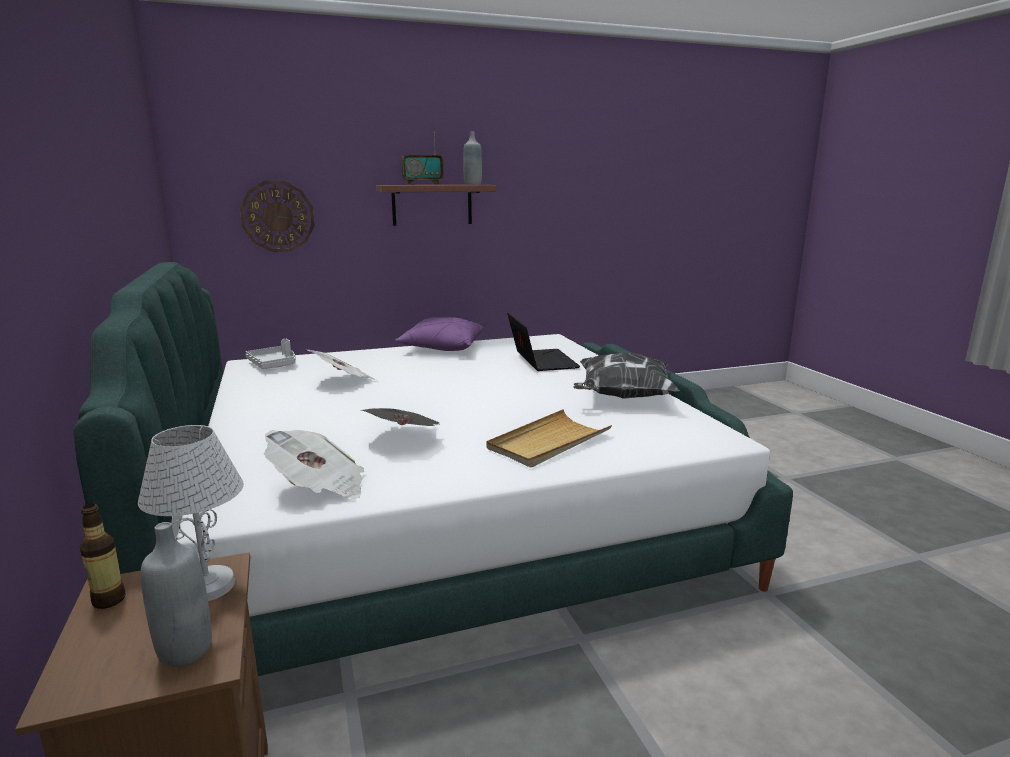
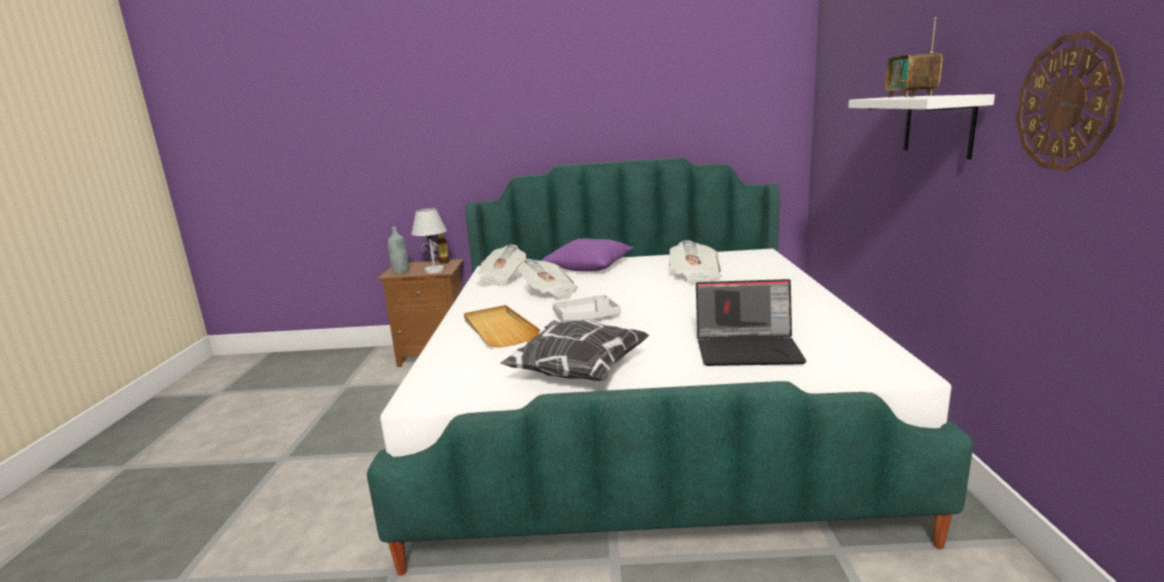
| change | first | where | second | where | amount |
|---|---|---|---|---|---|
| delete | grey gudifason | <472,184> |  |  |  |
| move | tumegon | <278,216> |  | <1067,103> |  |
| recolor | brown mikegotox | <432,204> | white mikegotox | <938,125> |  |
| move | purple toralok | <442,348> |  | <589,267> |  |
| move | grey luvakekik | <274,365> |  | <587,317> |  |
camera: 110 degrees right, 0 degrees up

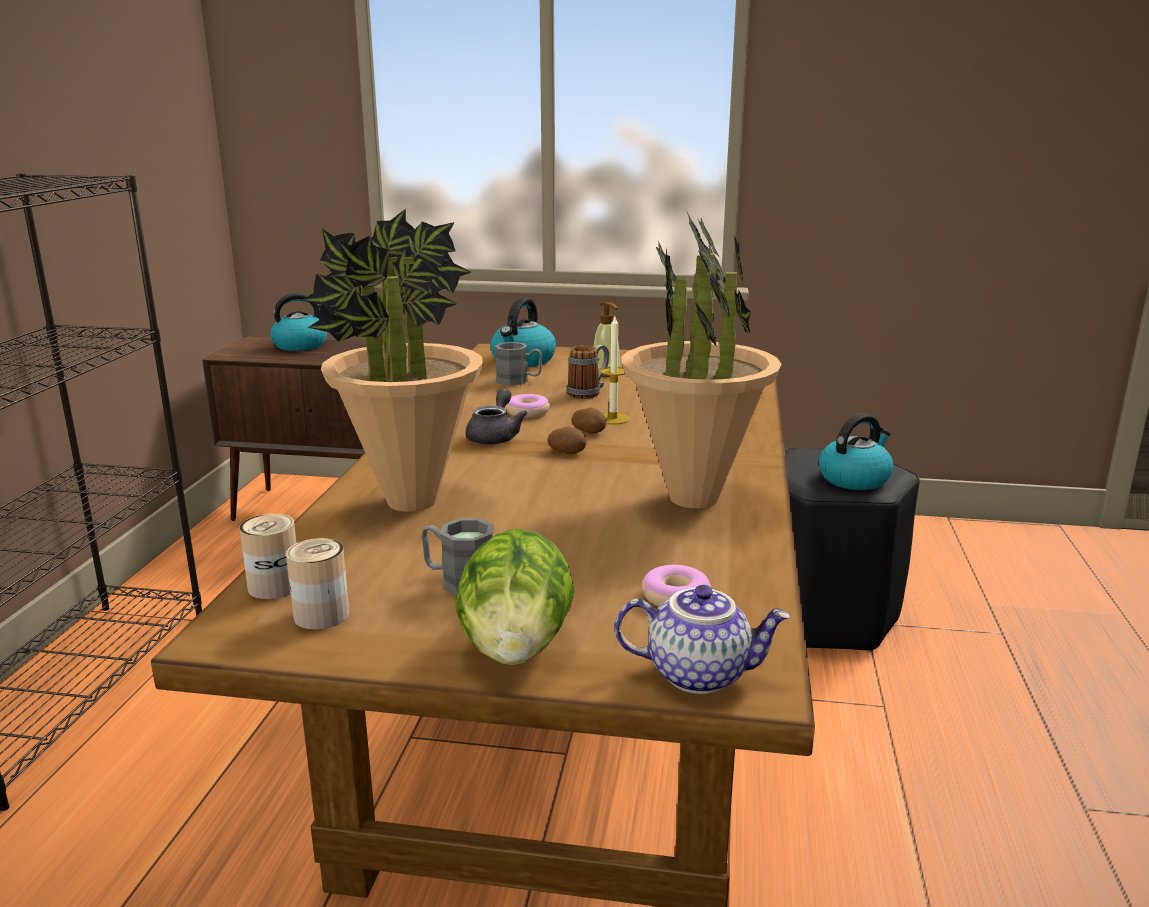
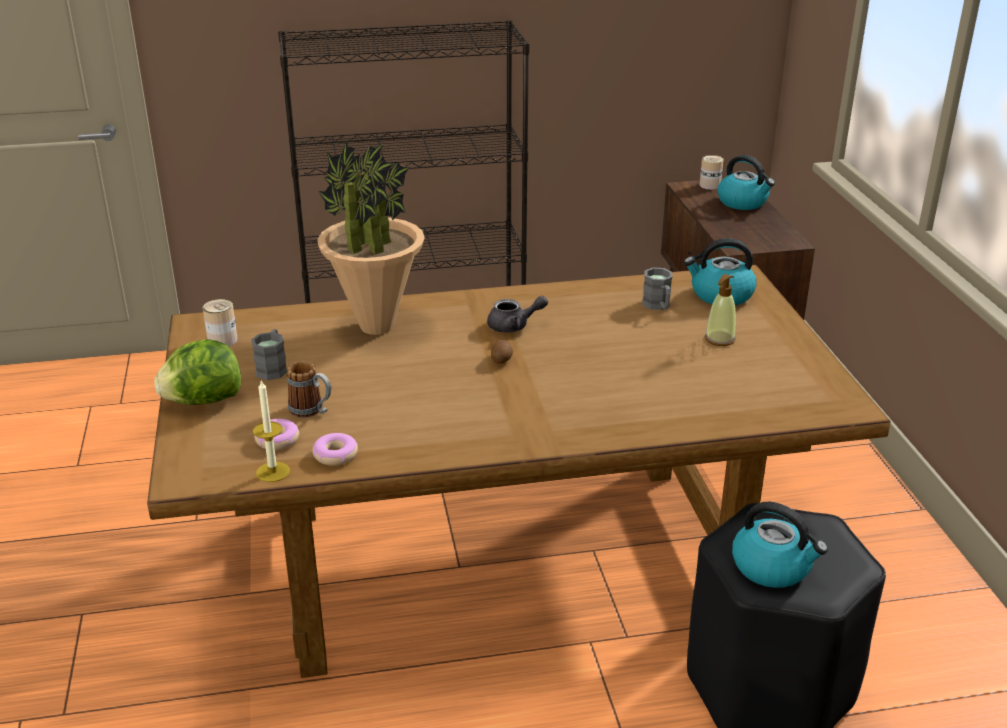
| change | first | where | second | where | amount |
|---|---|---|---|---|---|
| delete | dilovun | <694,499> |  |  |  |
| move | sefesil | <613,419> |  | <273,472> |  |
| move | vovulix | <589,392> |  | <312,411> |  |
| move | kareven | <527,412> |  | <335,455> |  |
| delete | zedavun | <589,431> |  |  |  |
| move | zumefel | <274,586> |  | <710,185> |  |
| delete | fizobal | <699,673> |  |  |  |
camera: 70 degrees right, 10 degrees up

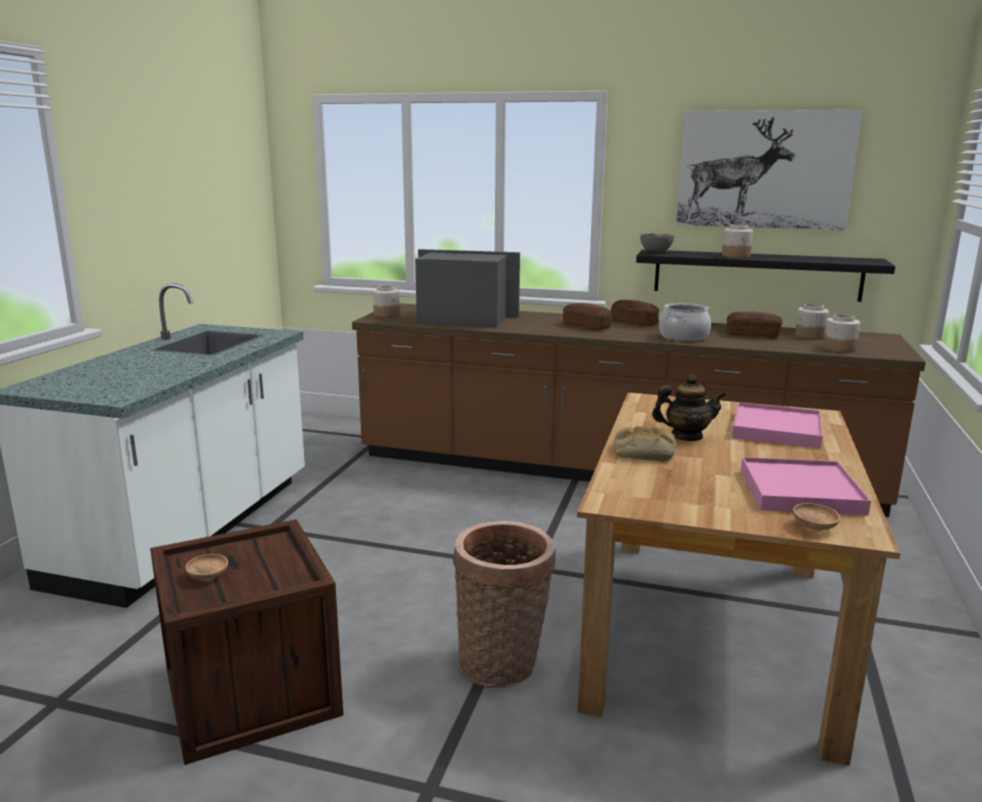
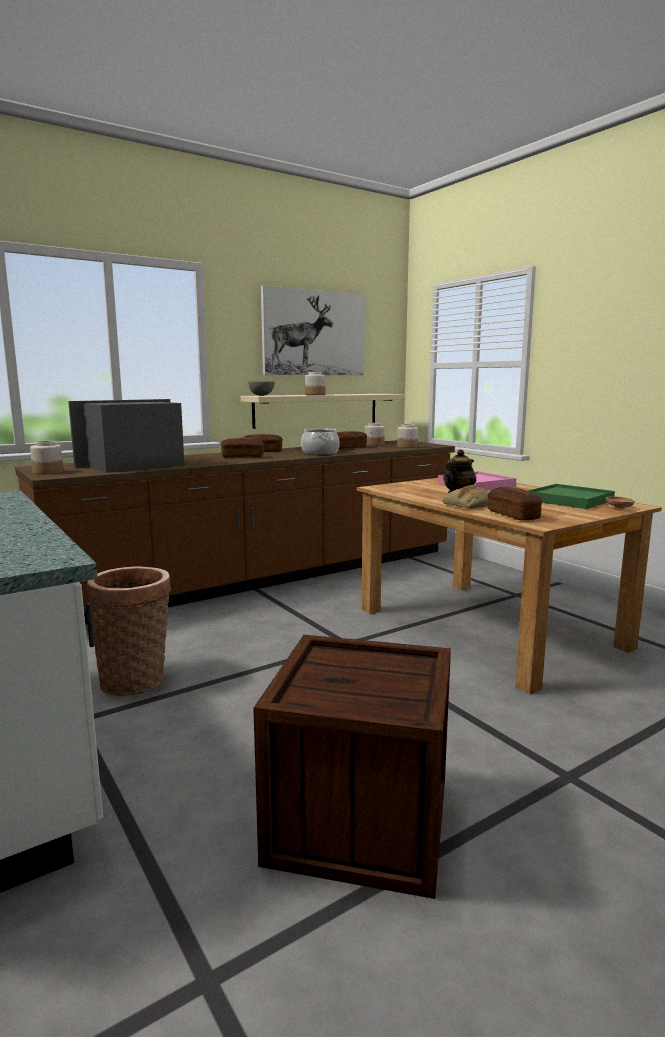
| change | first | where | second | where | amount |
|---|---|---|---|---|---|
| recolor | black mikegotox | <756,275> | beige mikegotox | <317,410> |  |
| recolor | pink luvakekik | <800,491> | green luvakekik | <569,500> |  |
| move | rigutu | <503,664> |  | <136,679> |  |
| delete | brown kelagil | <208,577> |  |  |  |
| insert |  |  | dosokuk | <513,515> |  |
camera: 50 degrees left, 5 degrees down

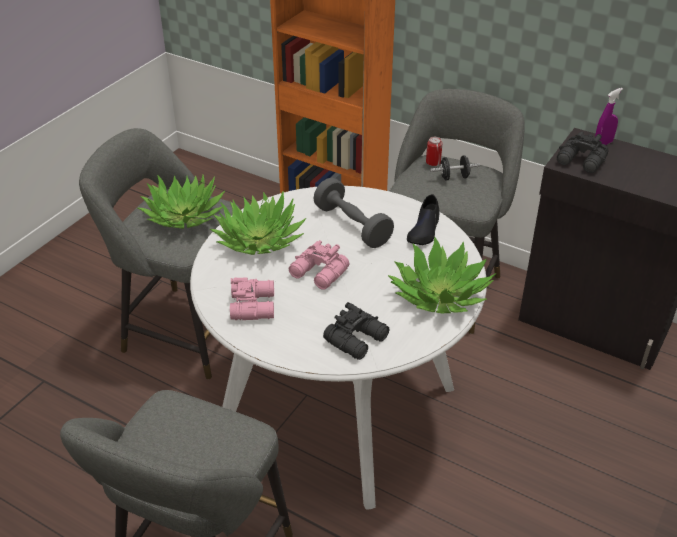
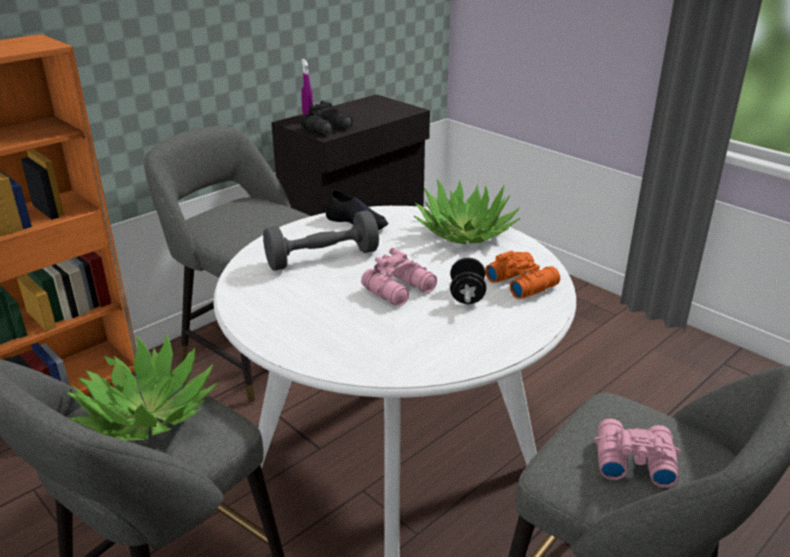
| change | first | where | second | where | amount |
|---|---|---|---|---|---|
| delete | zumefel | <433,163> |  |  |  |
| move | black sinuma | <454,177> |  | <467,295> |  |
| delete | dilovun | <259,239> |  |  |  |
| move | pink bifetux | <254,305> |  | <632,460> |  |
| recolor | black bifetux | <358,339> | orange bifetux | <521,282> |  |
camera: 75 degrees left, 10 degrees down

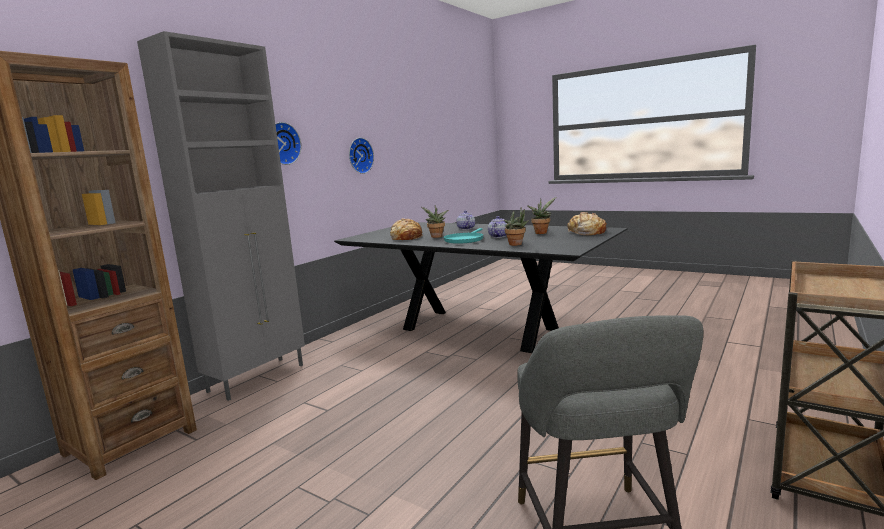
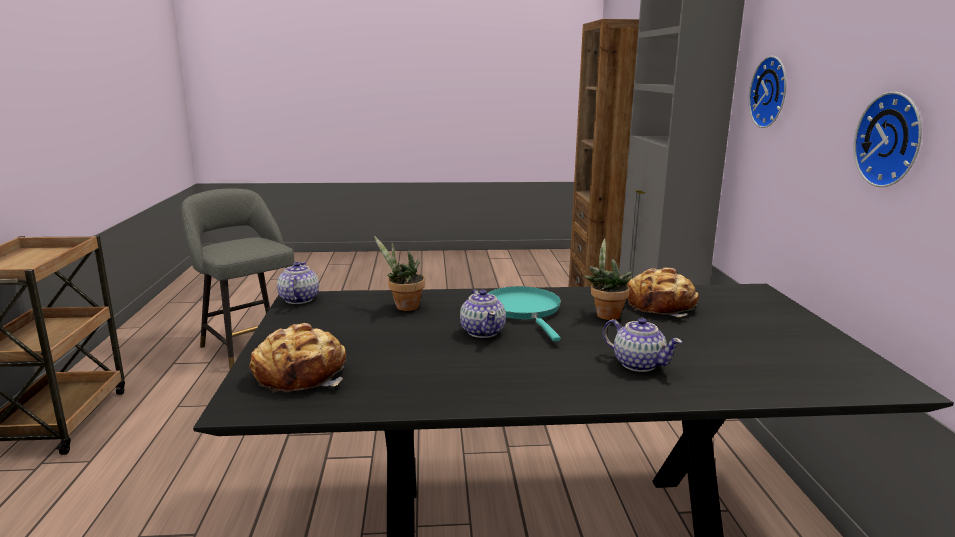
| change | first | where | second | where | amount |
|---|---|---|---|---|---|
| delete | dilovun | <541,232> |  |  |  |
| insert |  |  | fizobal | <298,299> |  |
camera: 140 degrees right, 5 degrees up

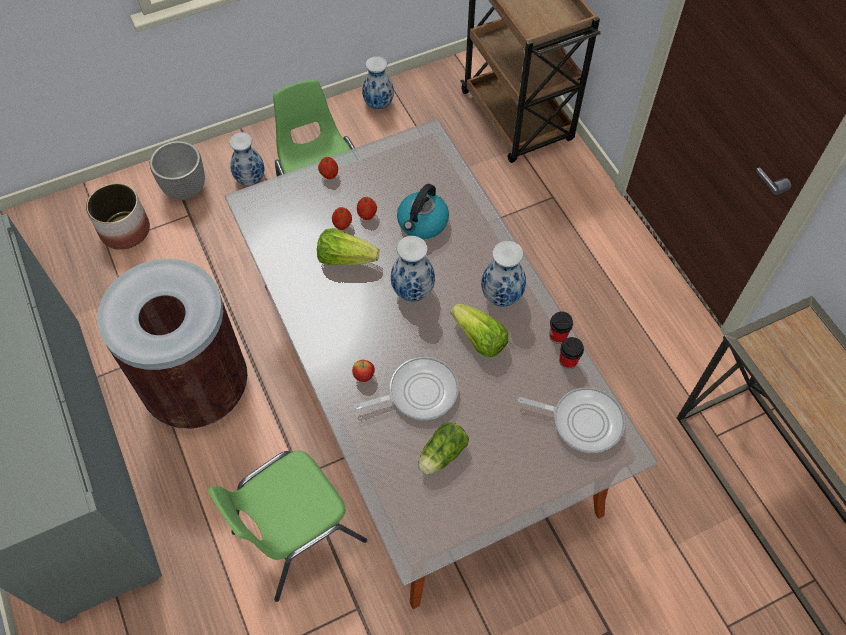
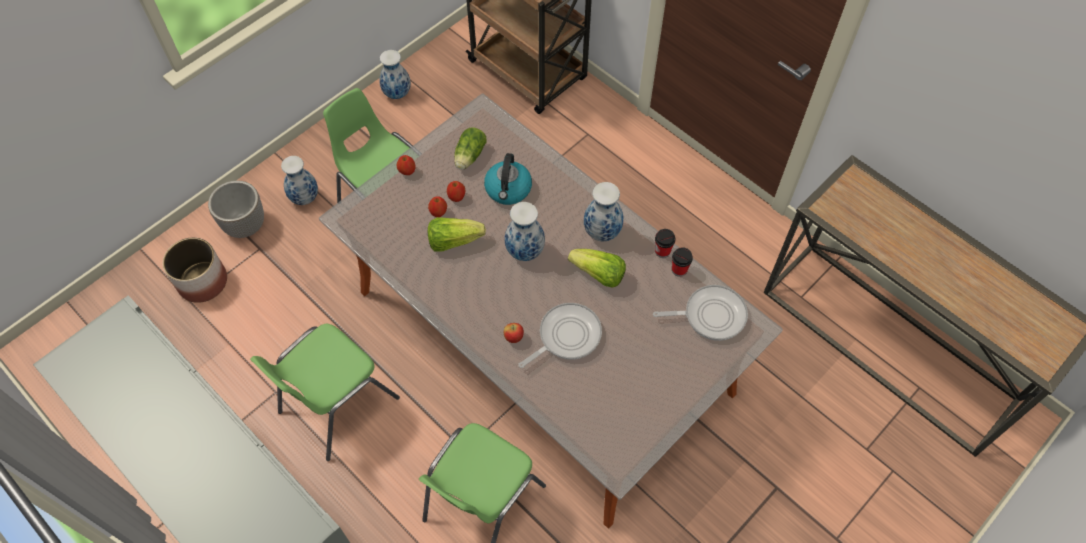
| change | first | where | second | where | amount |
|---|---|---|---|---|---|
| replace | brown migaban | <198,388> | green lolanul | <336,404> |  |
| move | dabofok | <441,455> |  | <469,157> |  |
camera: 20 degrees left, 0 degrees up

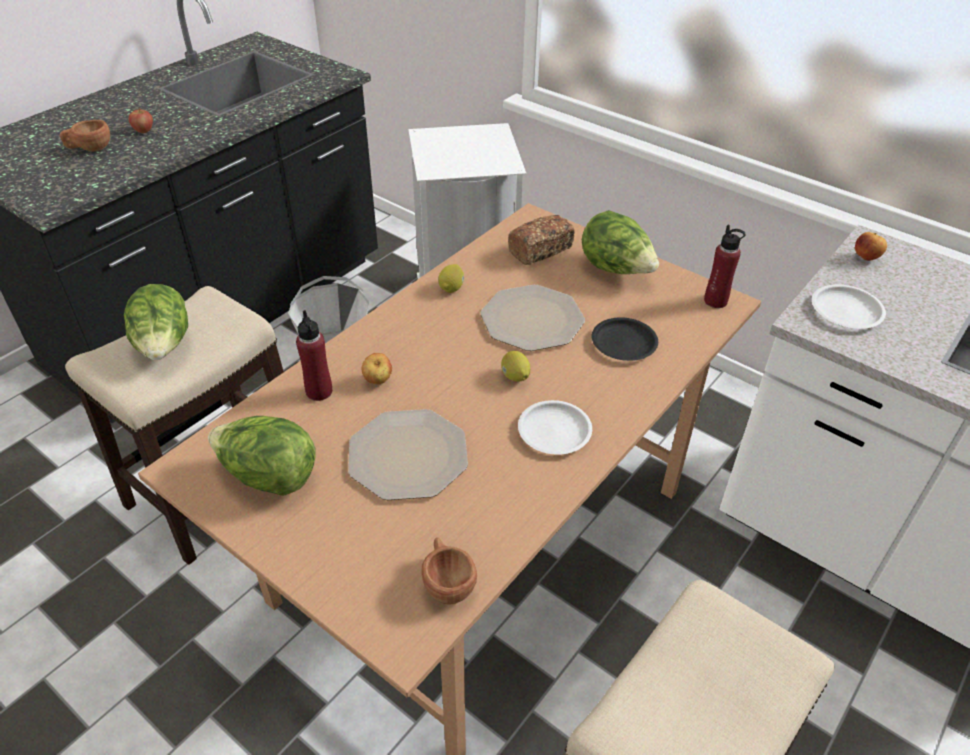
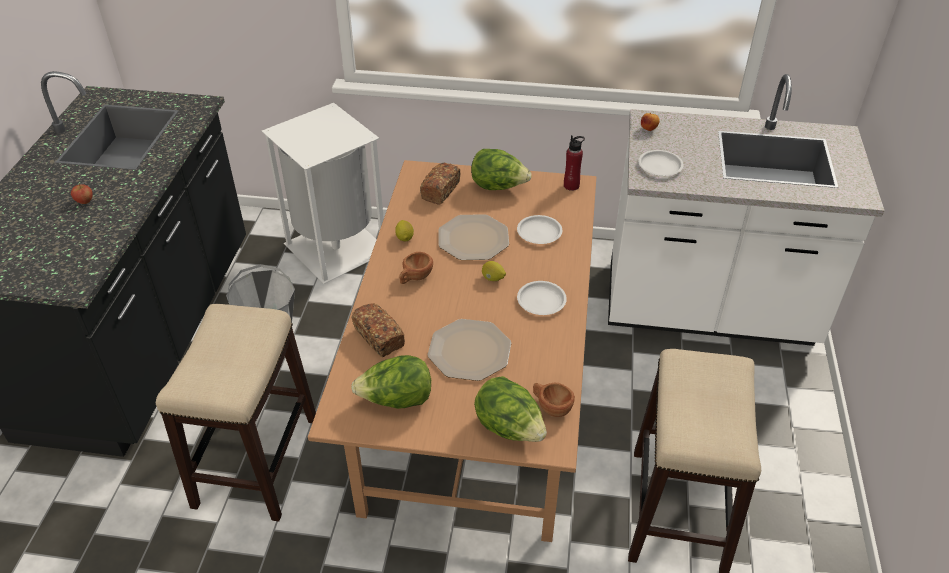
| change | first | where | second | where | amount |
|---|---|---|---|---|---|
| move | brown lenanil | <90,149> |  | <415,278> |  |
| move | dabofok | <165,347> |  | <509,428> |  |
| replace | red gudifason | <319,391> | dosokuk | <379,337> |  |
| recolor | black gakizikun | <624,343> | white gakizikun | <539,232> |  |
| delete | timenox | <378,381> |  |  |  |
camera: 30 degrees left, 0 degrees up

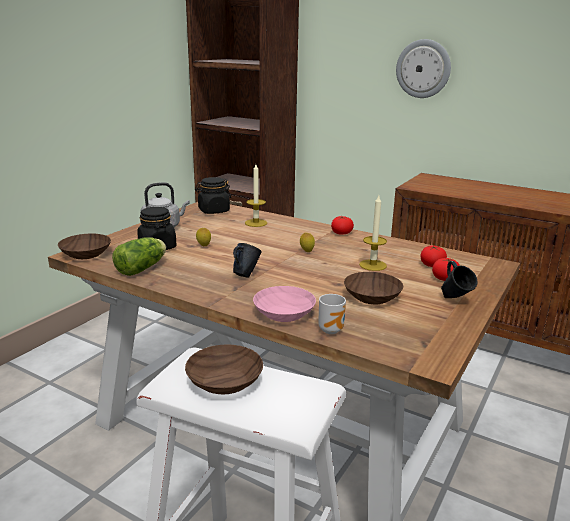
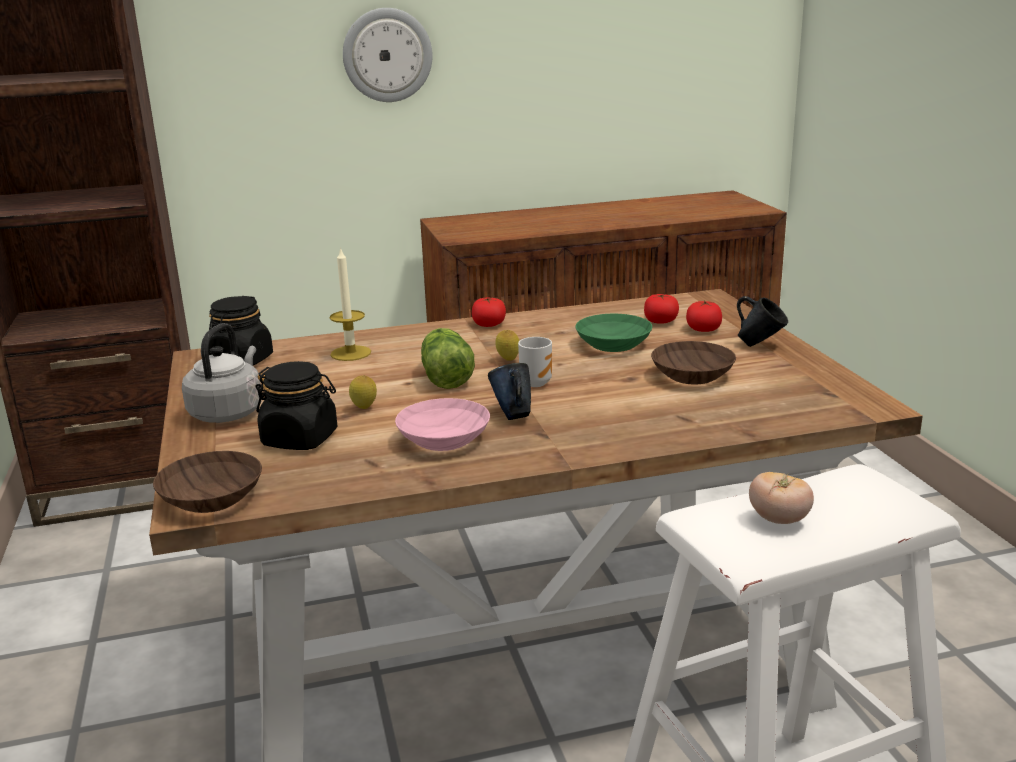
| change | first | where | second | where | amount |
|---|---|---|---|---|---|
| replace | sefesil | <373,265> | green kelagil | <611,345> |  |
| move | dabofok | <143,268> |  | <446,376> |  |
| move | pink kelagil | <282,313> |  | <441,440> |  |
| move | vovulix | <332,330> |  | <536,382> |  |
| replace | brown kelagil | <226,381> | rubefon | <779,520> |  |
camera: 45 degrees left, 0 degrees up

